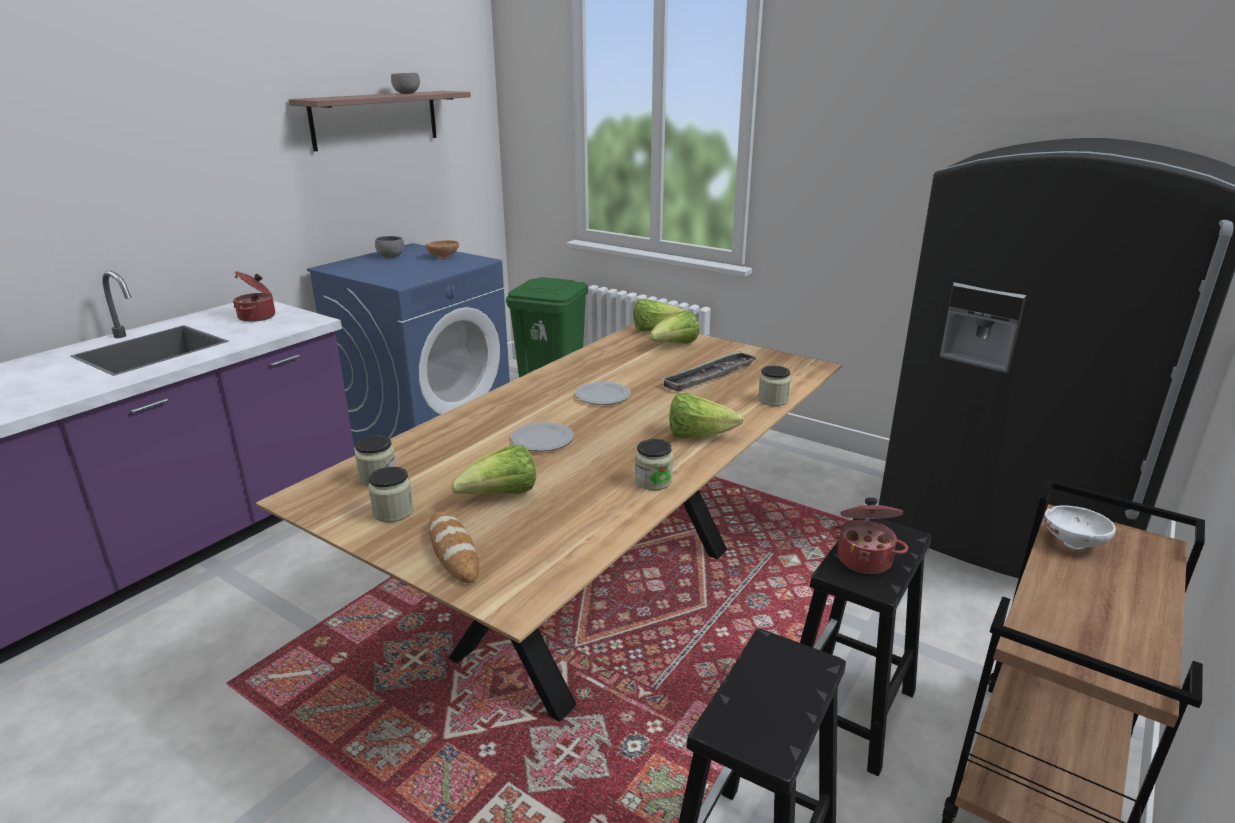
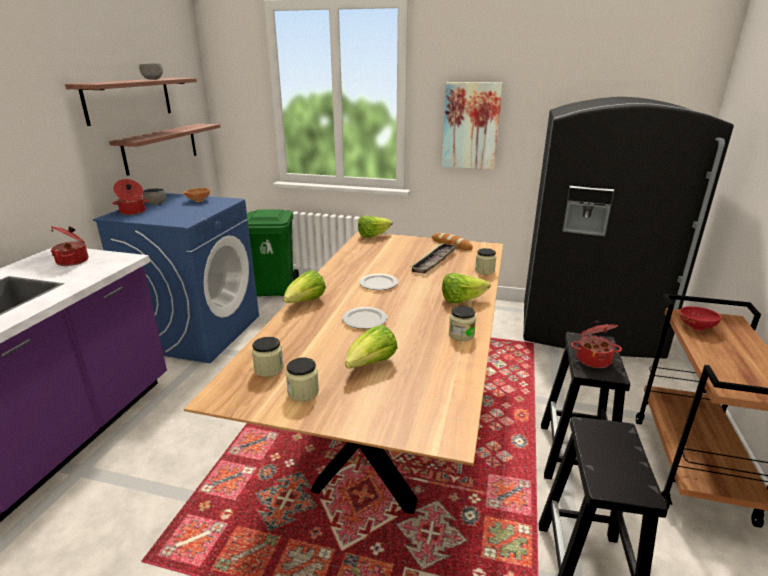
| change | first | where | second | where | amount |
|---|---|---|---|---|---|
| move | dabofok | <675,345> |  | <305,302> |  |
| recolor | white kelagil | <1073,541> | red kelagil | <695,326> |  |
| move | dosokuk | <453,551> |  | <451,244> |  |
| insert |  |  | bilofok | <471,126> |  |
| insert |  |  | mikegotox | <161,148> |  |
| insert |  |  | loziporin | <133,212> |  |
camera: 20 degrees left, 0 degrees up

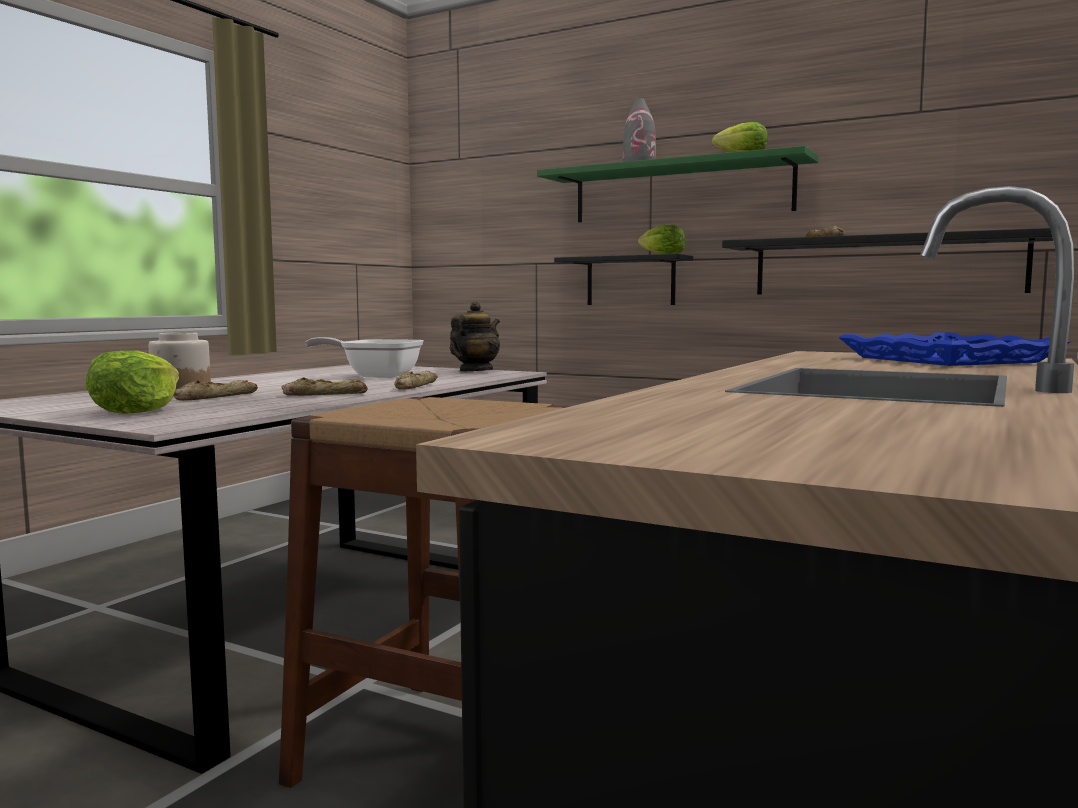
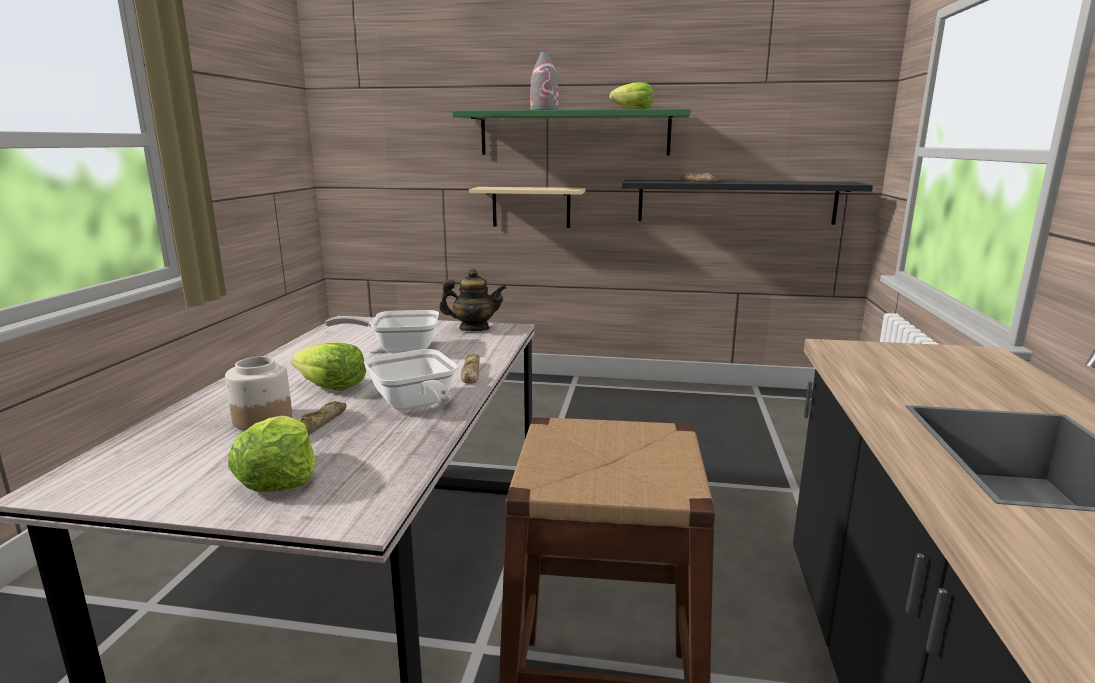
| change | first | where | second | where | amount |
|---|---|---|---|---|---|
| move | dabofok | <662,255> |  | <331,386> |  |
| recolor | black mikegotox | <630,281> | beige mikegotox | <531,207> |  |
| rotate | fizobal | <475,371> |  | <474,328> | 75 degrees clockwise |
| delete | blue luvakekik | <948,360> |  |  |  |
| replace | dosokuk | <325,394> | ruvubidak | <415,405> |  |
camera: 20 degrees left, 10 degrees up

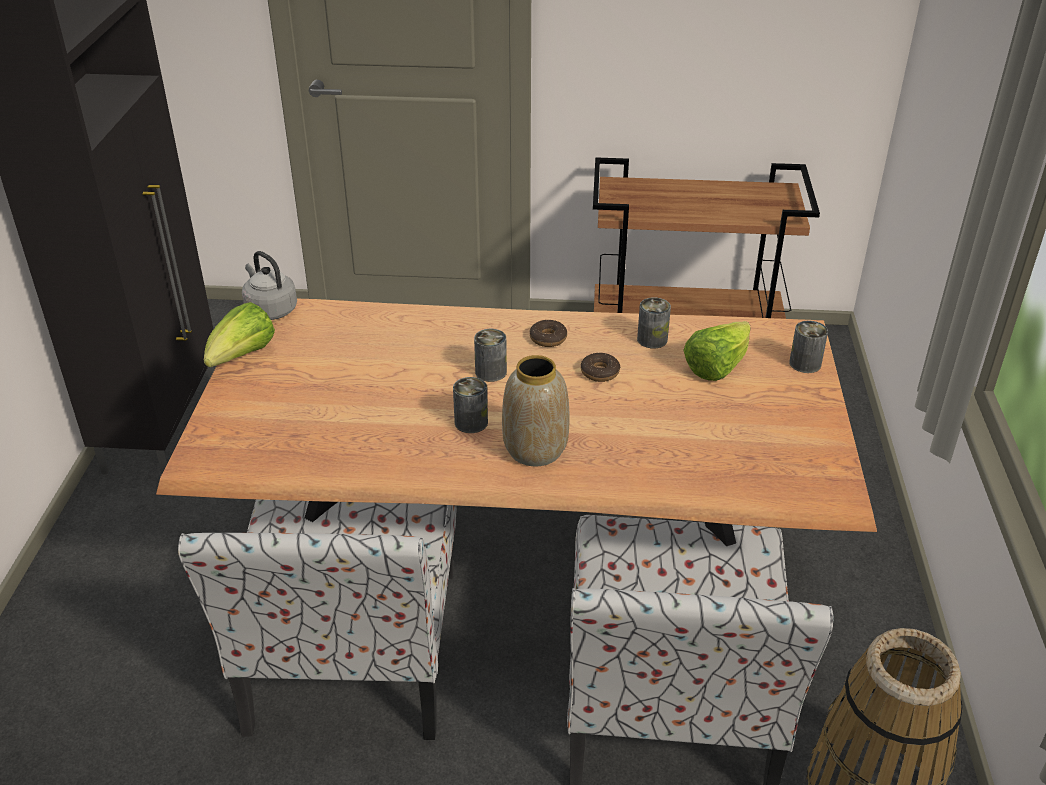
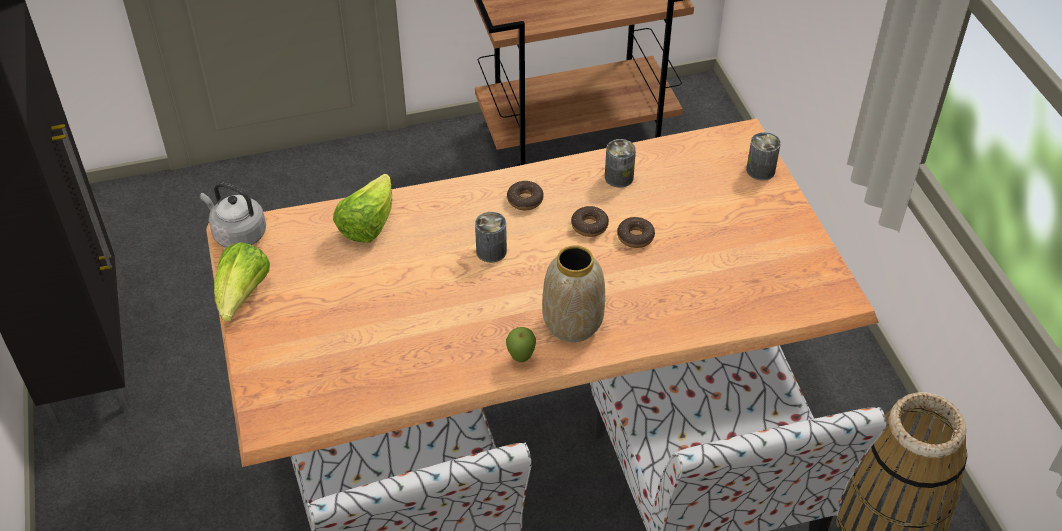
| change | first | where | second | where | amount |
|---|---|---|---|---|---|
| move | dabofok | <717,367> |  | <368,225> |  |
| delete | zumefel | <471,422> |  |  |  |
| insert |  |  | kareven | <635,237> |  |
| insert |  |  | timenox | <521,358> |  |
camera: 20 degrees left, 10 degrees up

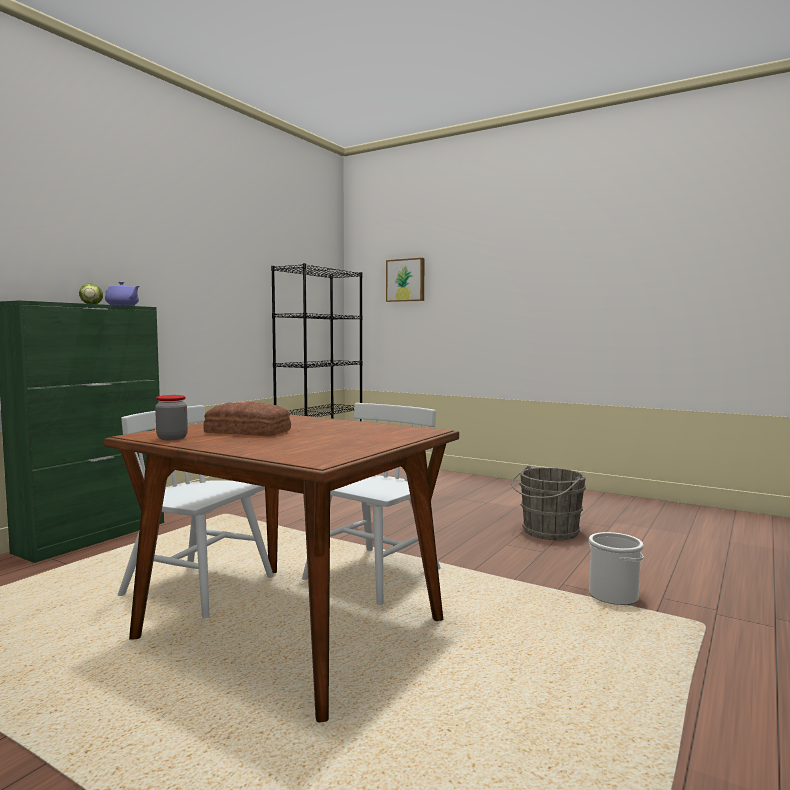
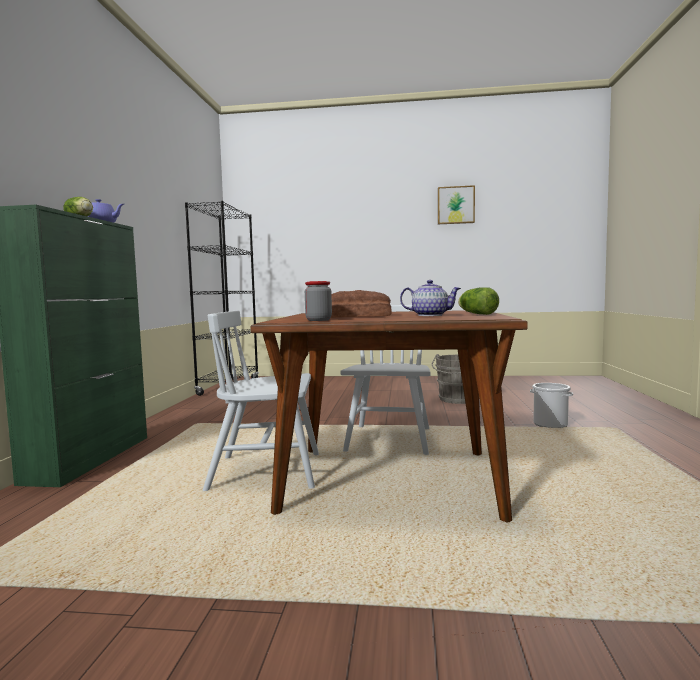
| change | first | where | second | where | amount |
|---|---|---|---|---|---|
| move | bilofok | <406,280> |  | <455,205> |  |
| insert |  |  | fizobal | <429,315> |  |
| insert |  |  | dabofok | <476,314> |  |
camera: 25 degrees left, 0 degrees up

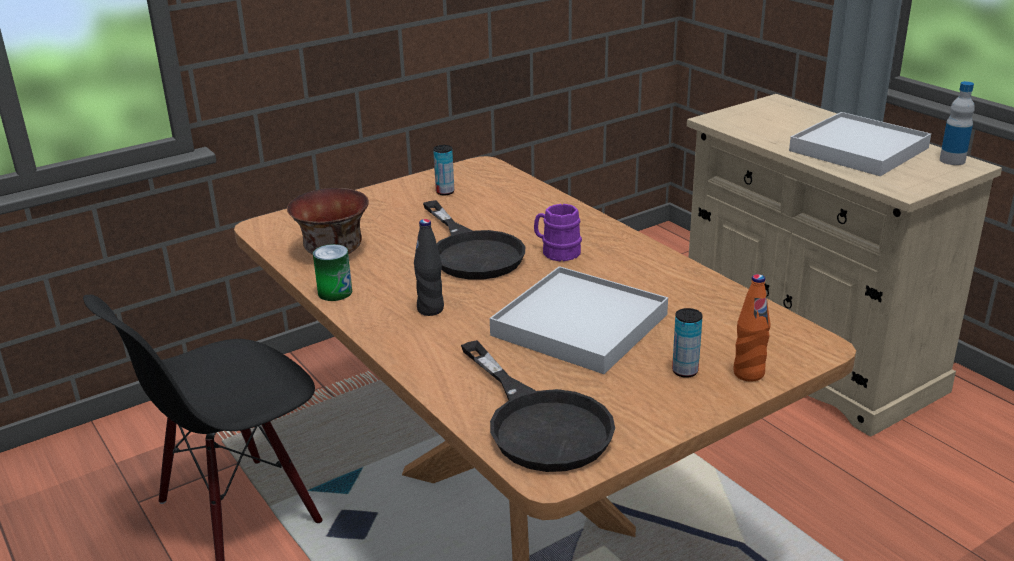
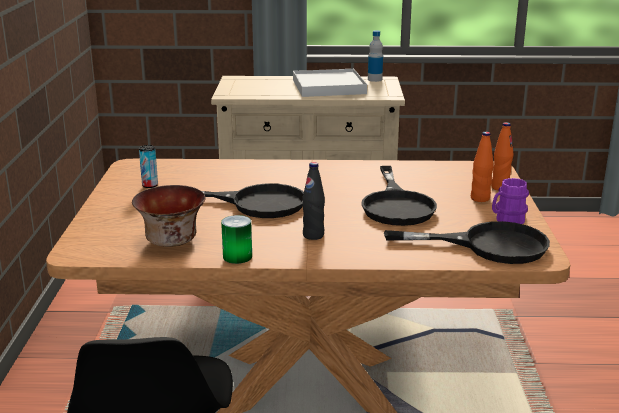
| change | first | where | second | where | amount |
|---|---|---|---|---|---|
| move | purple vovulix | <556,252> |  | <506,220> |  |
| replace | white luvakekik | <580,325> | black ruvubidak | <396,205> |  |
| replace | zumefel | <685,371> | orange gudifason | <480,198> |  |
camera: 55 degrees left, 5 degrees down

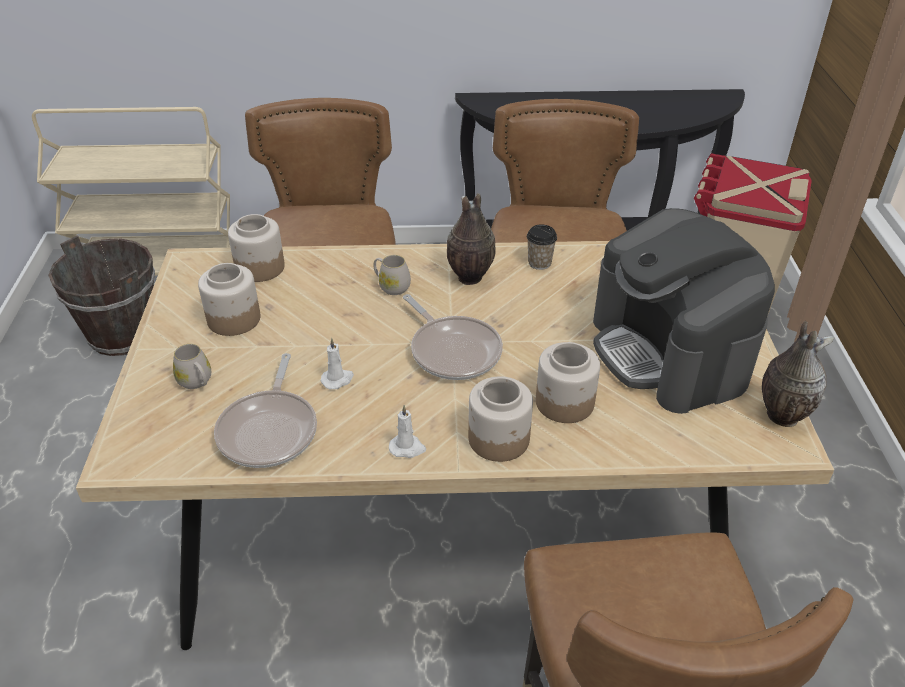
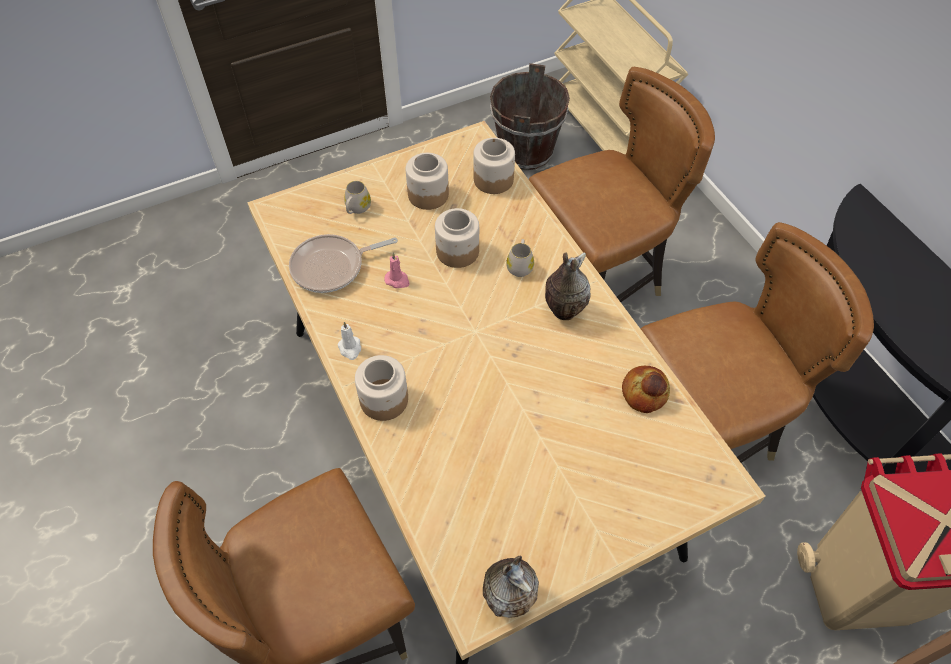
| change | first | where | second | where | amount |
|---|---|---|---|---|---|
| delete | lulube | <669,351> |  |  |  |
| delete | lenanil | <539,263> |  |  |  |
| delete | ruvubidak | <453,350> |  |  |  |
| recolor | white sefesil | <338,379> | pink sefesil | <397,280> |  |
| move | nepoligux | <564,403> |  | <457,251> |  |
| insert |  |  | dosokuk | <645,393> |  |
camera: 65 degrees right, 15 degrees up

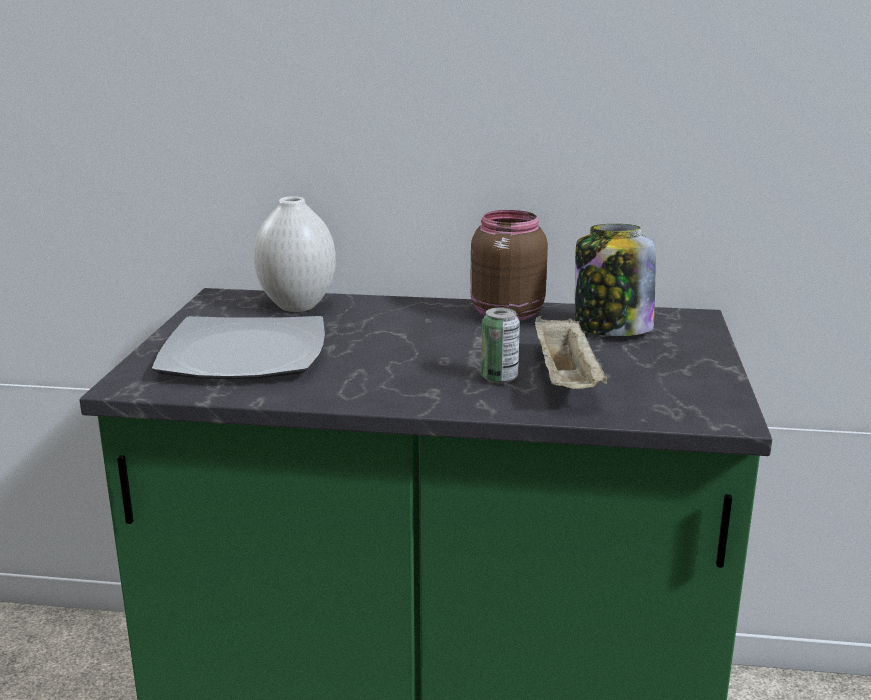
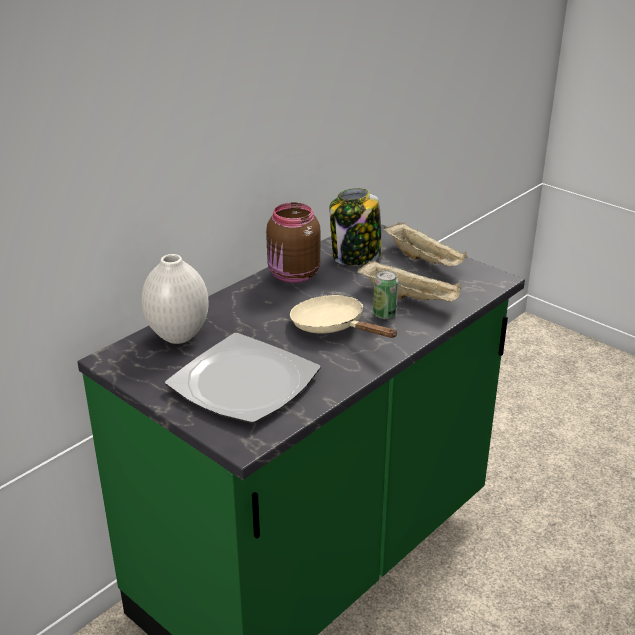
| change | first | where | second | where | amount |
|---|---|---|---|---|---|
| insert |  |  | beige luvakekik | <424,260> |  |
| insert |  |  | beige ruvubidak | <333,327> |  |
camera: 55 degrees left, 10 degrees up

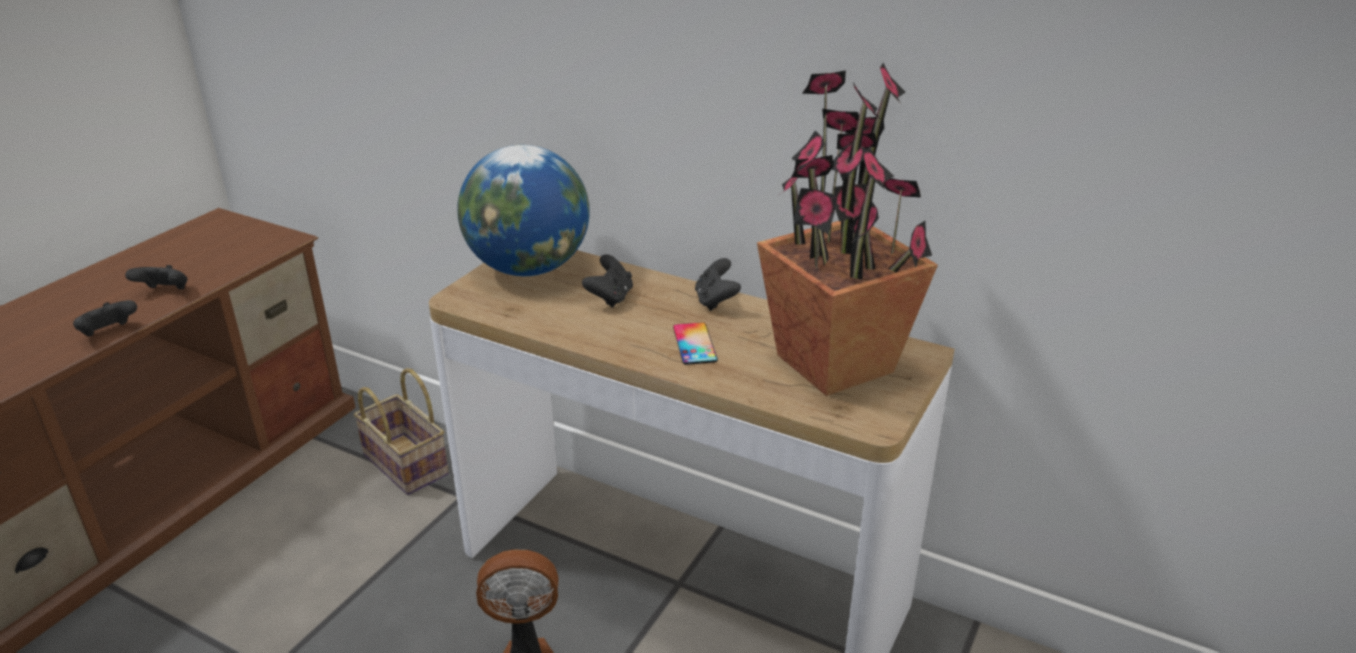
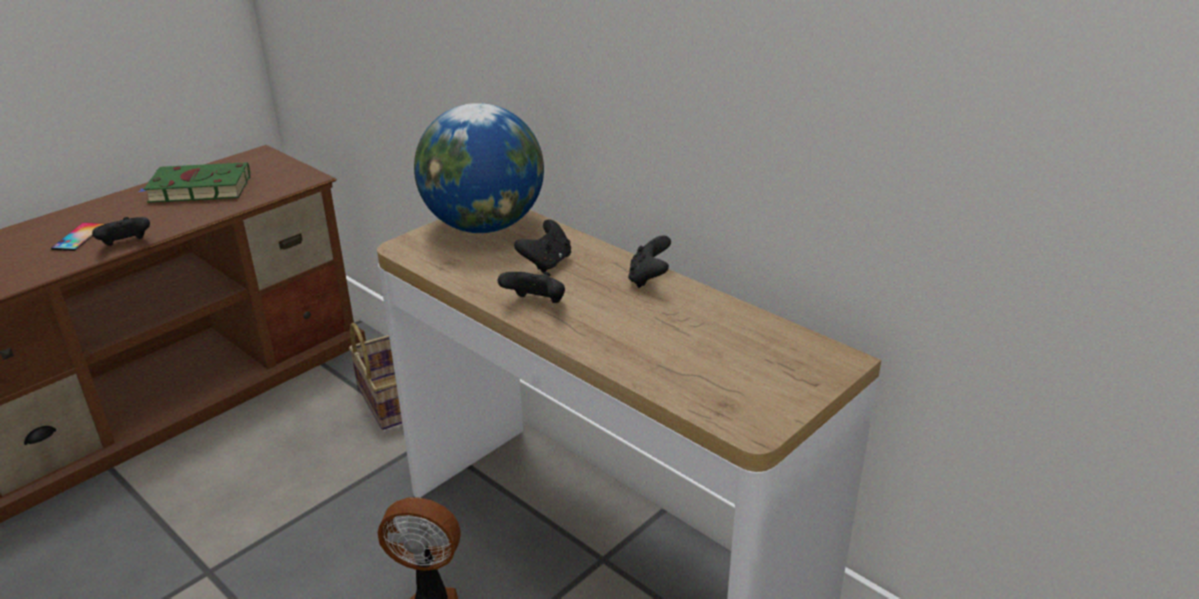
| change | first | where | second | where | amount |
|---|---|---|---|---|---|
| delete | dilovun | <833,364> |  |  |  |
| move | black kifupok | <164,292> |  | <536,304> |  |
| move | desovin | <694,344> |  | <79,237> |  |
| insert |  |  | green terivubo | <197,189> |  |
camera: 15 degrees right, 0 degrees up

